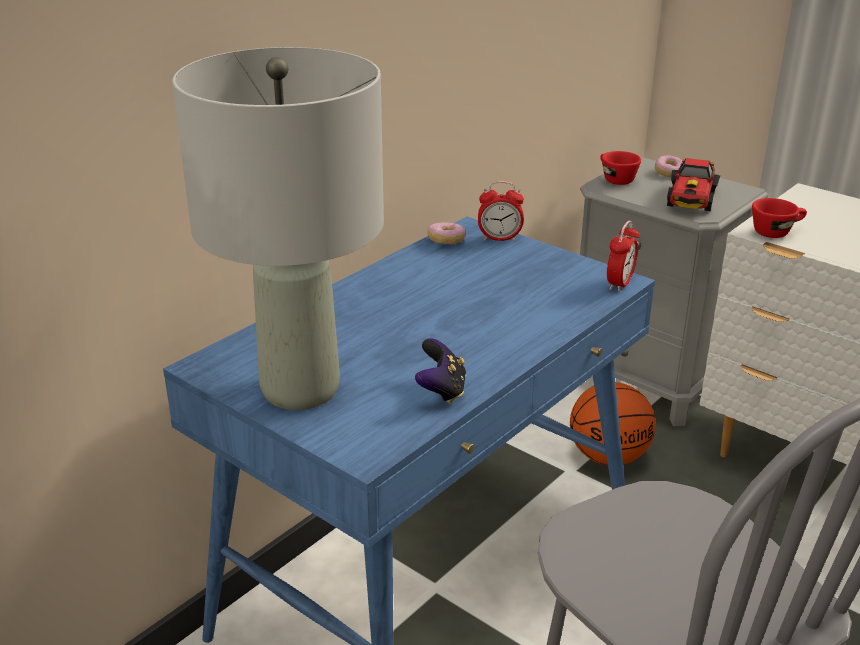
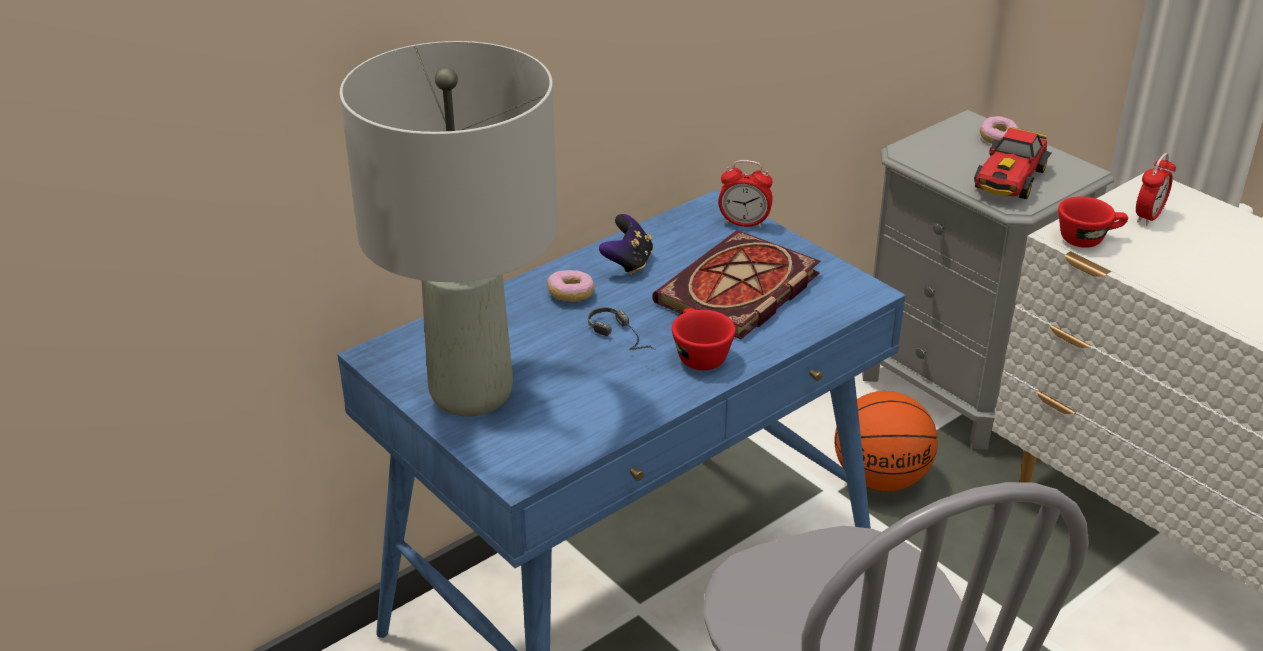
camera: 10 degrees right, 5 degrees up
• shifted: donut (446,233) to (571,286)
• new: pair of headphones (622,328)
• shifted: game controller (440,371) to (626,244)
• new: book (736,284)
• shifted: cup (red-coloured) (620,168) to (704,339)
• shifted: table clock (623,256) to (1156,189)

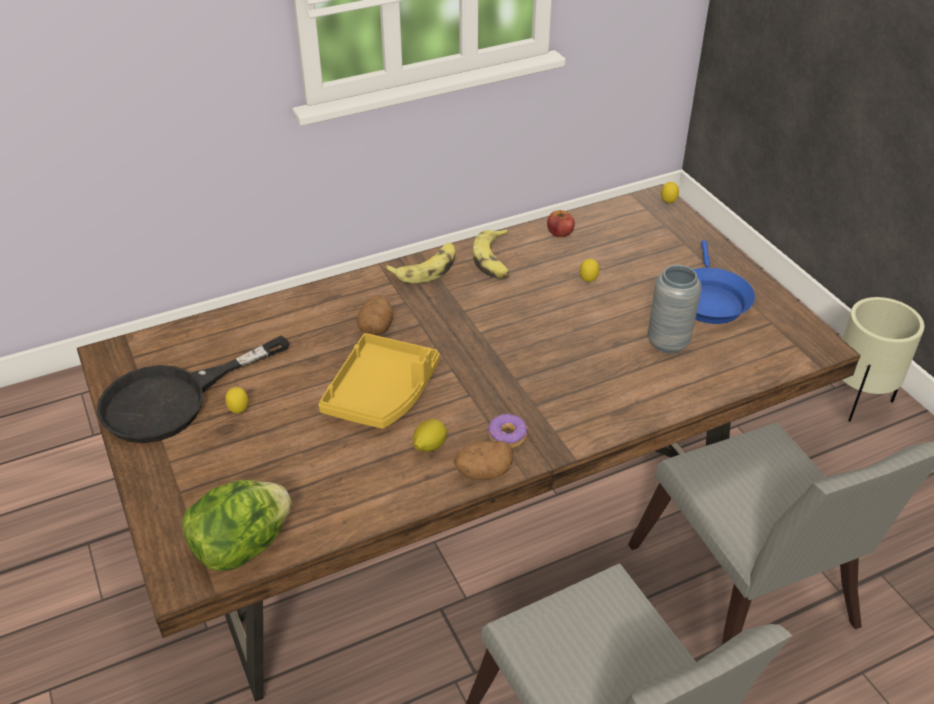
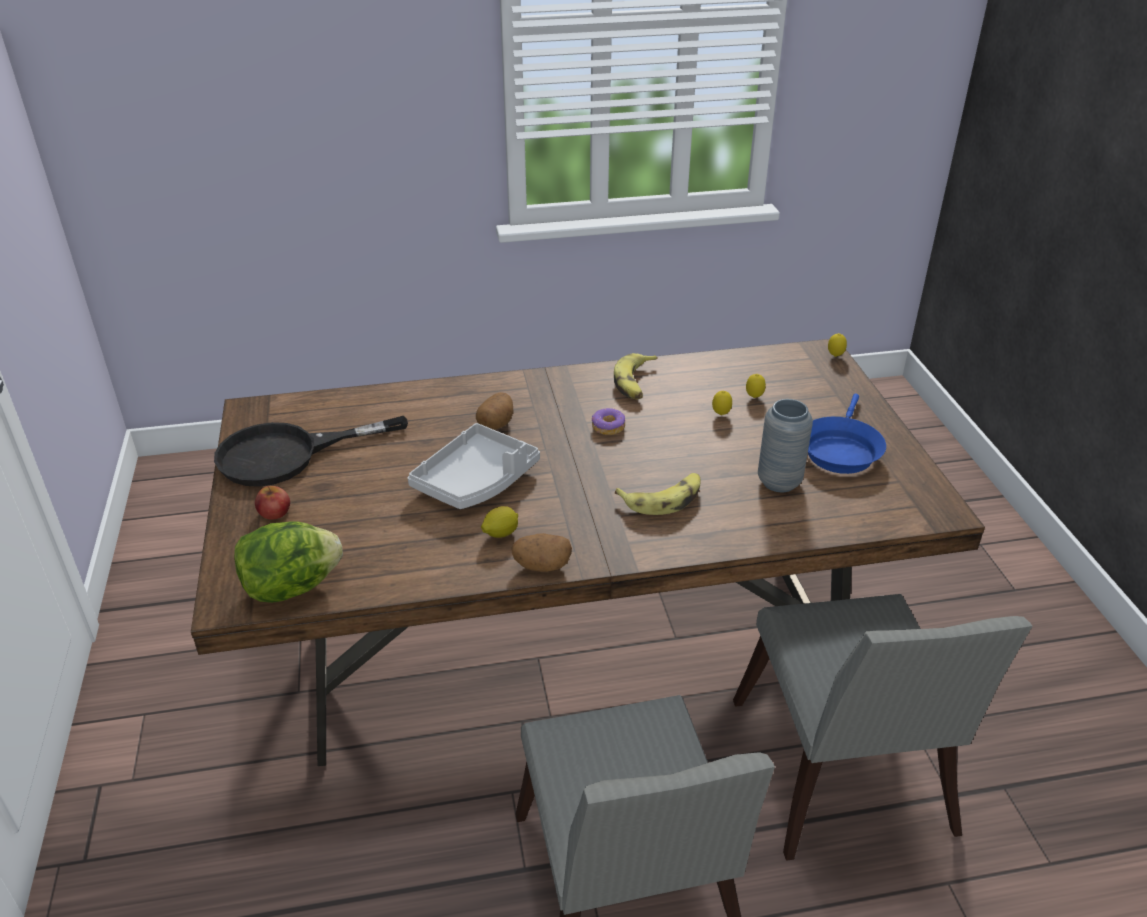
camera: 15 degrees right, 5 degrees down
• shifted: apple (561,223) to (272,502)
• repainted: tray (yellowish) (379,381) to tray (grey) (473,466)
• shifted: donut (507,431) to (609,421)
• shifted: banana fruit (420,263) to (657,494)
• shifted: citrus fruit (237,400) to (756,386)
• gone: flower pot (beige) (883,359)

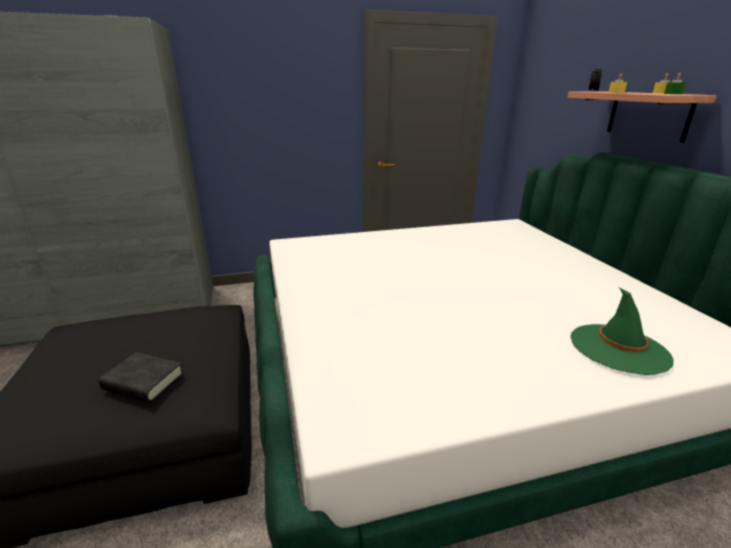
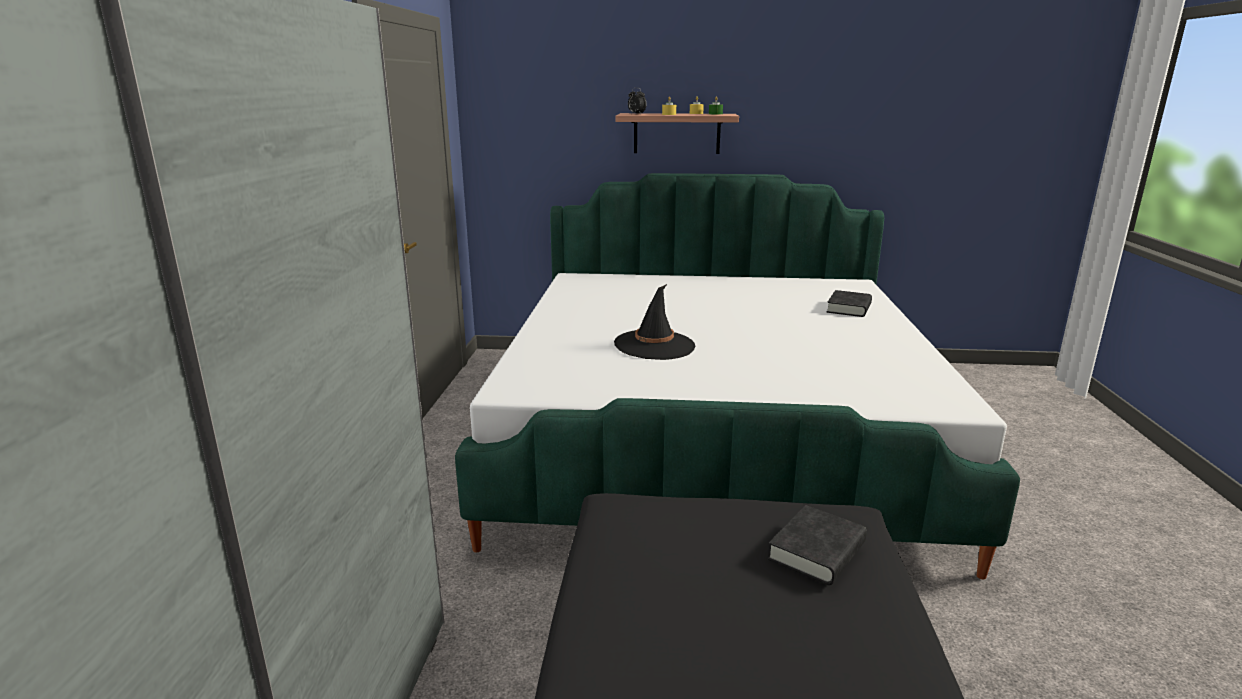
camera: 70 degrees left, 5 degrees down
• new: clothing hat (black) (654,322)
• swapped: clothing hat (green) (622,331) to book (black) (849,303)

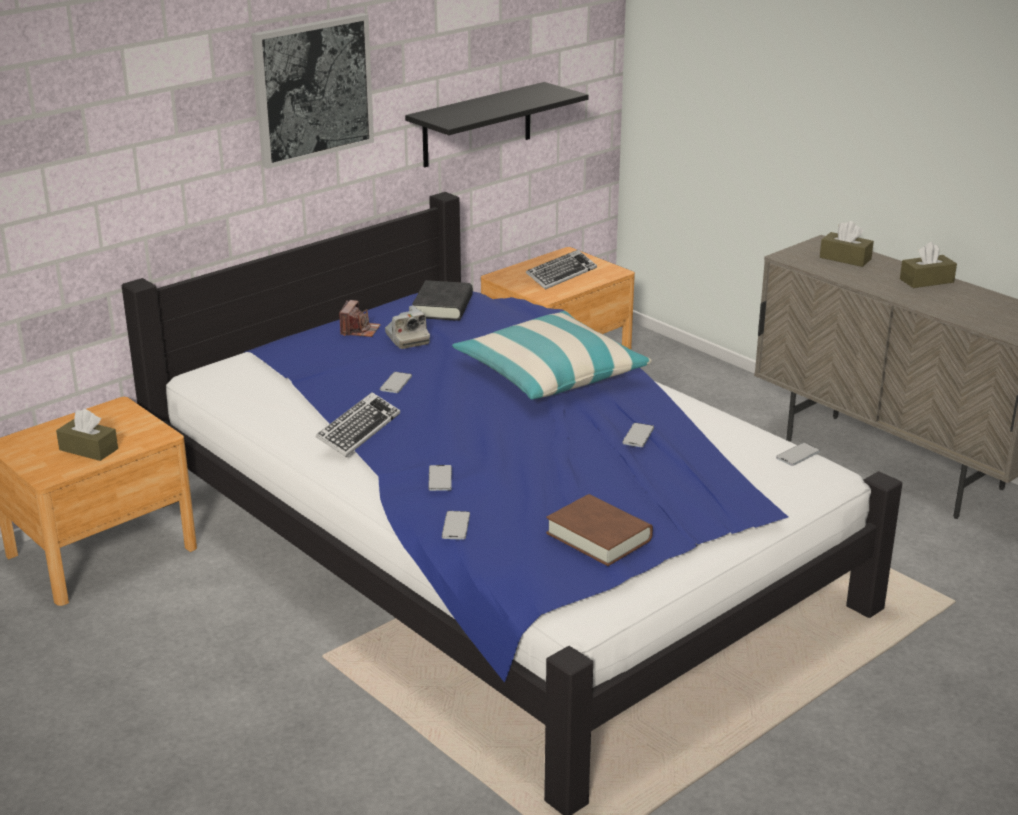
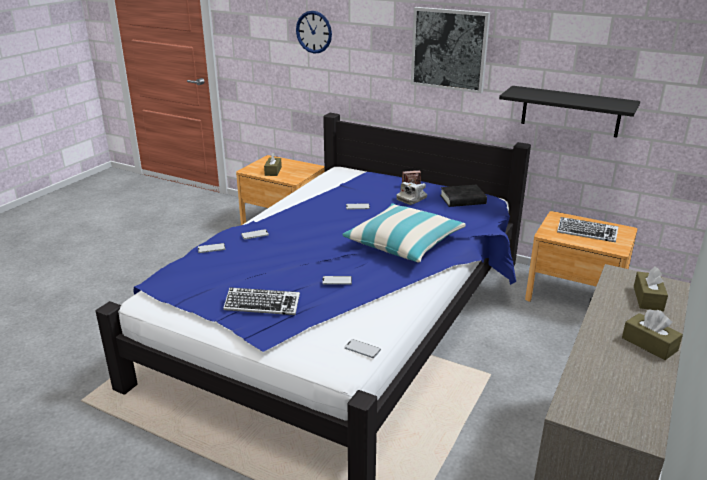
camera: 70 degrees right, 0 degrees up
• shifted: computer keyboard (358,424) to (261,301)
• new: clock on the wall (314,32)
• gone: book (brown-coloured) (599,530)

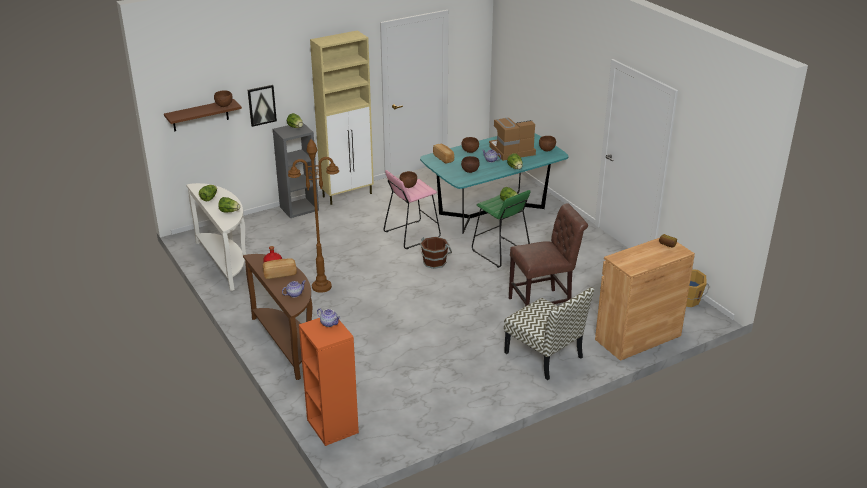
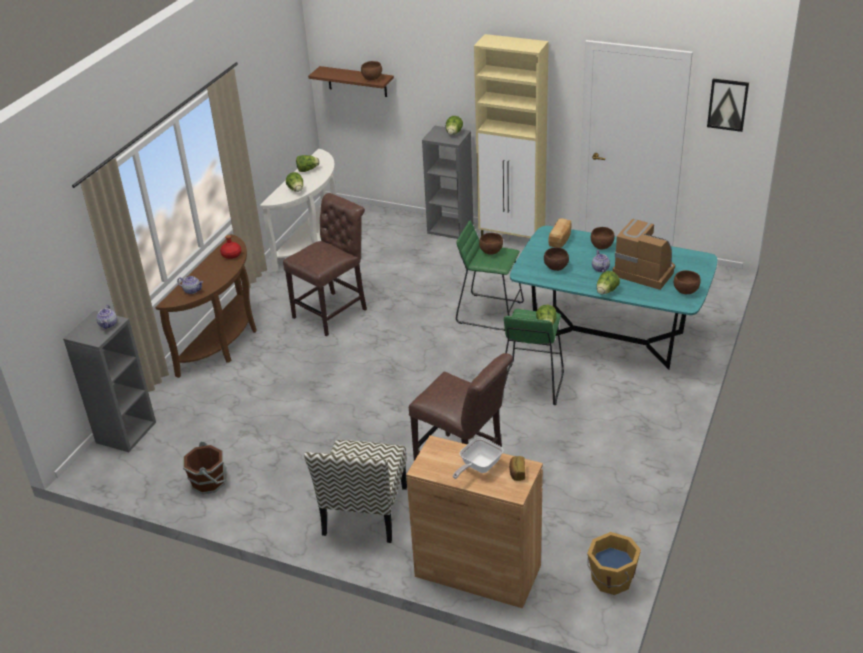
camera: 55 degrees right, 5 degrees up
• repainted: bookshelf (orangey) (329,382) to bookshelf (grey) (109,381)
• shifted: bucket (brown-coloured) (436,252) to (205,467)
• swapped: floor lamp (brown-coloured) (313,216) to chair (brown-coloured) (325,264)
• new: skillet (478,458)
• repainted: stool seat (pink-coloured) (412,209) to stool seat (green) (490,275)
• shifted: wall art (262,106) to (728,105)
• gone: bread (280,268)

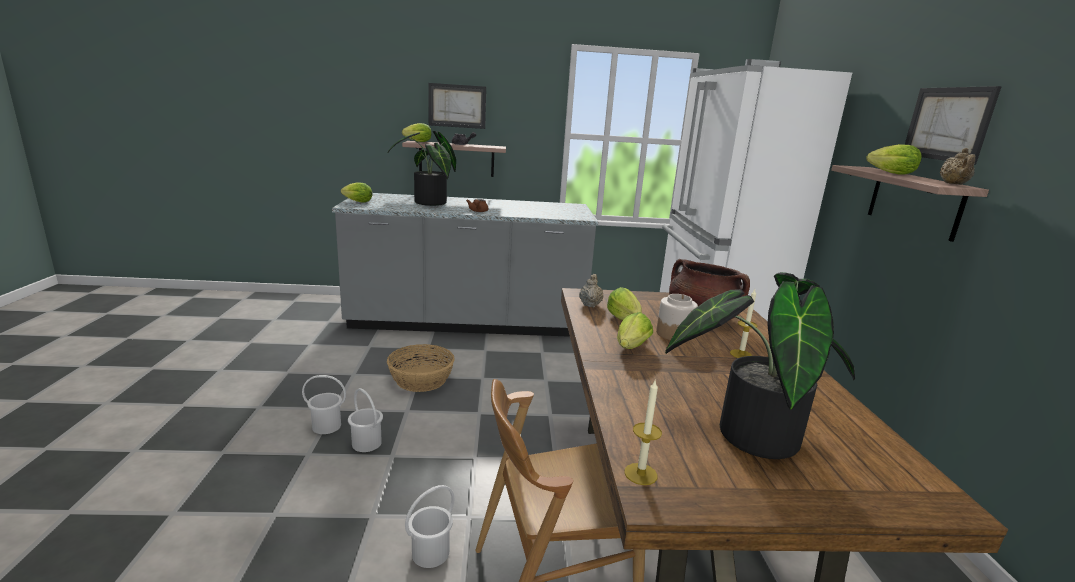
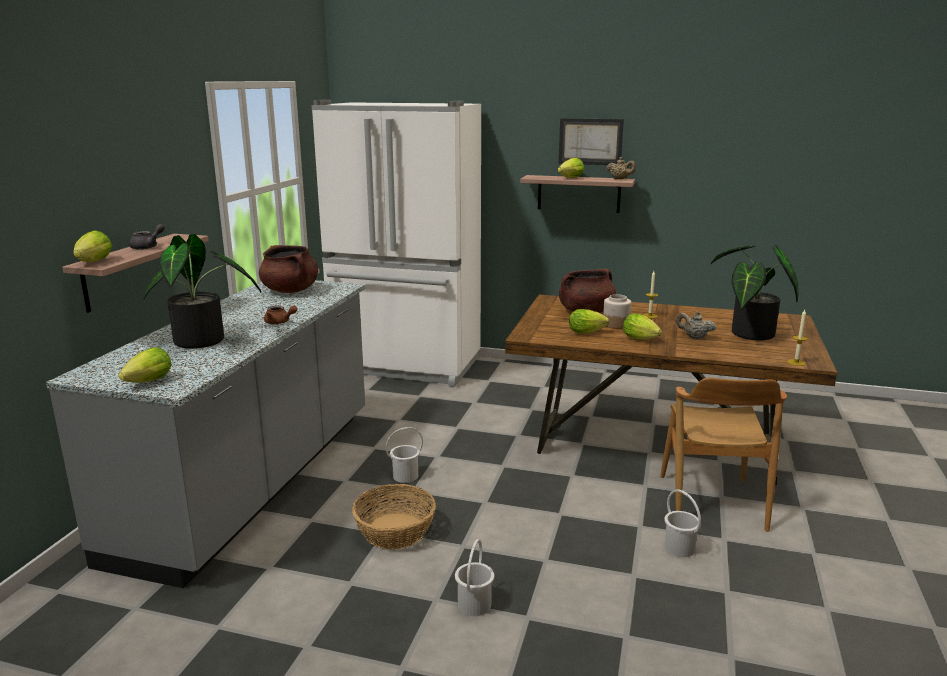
camera: 70 degrees left, 0 degrees up
• new: cooking pot (brown-coloured) (288,269)
• shifted: bucket (white) (365,420) to (404,455)
• shifted: pot for tea (beige) (591,291) to (696,325)
• gone: wall art (457,106)

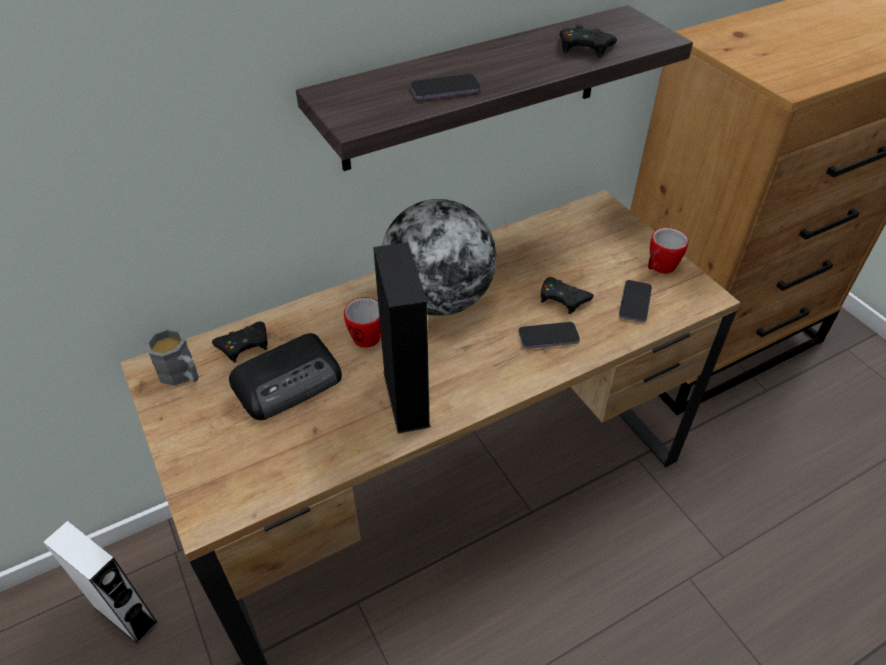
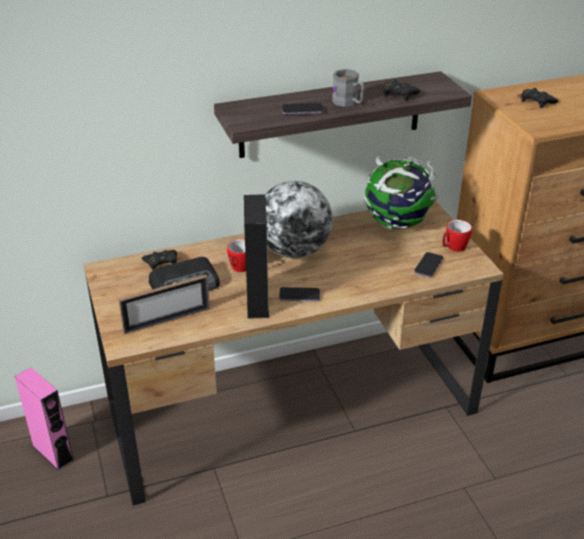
camera: 10 degrees right, 10 degrees down
• repainted: loudspeaker (white) (101,583) to loudspeaker (pink-coloured) (44,419)
• new: picture frame (164,305)
• shifted: handset (549,335) to (299,294)
• shifted: coffee mug (grey) (171,356) to (348,88)
• new: globe (401,192)
• shifted: game controller (black) (567,295) to (539,98)

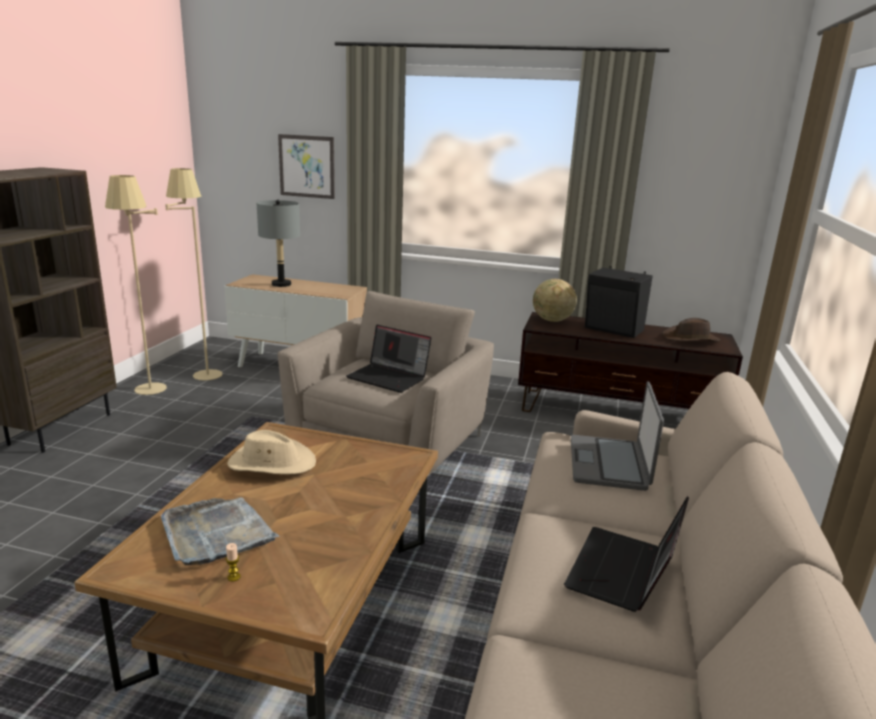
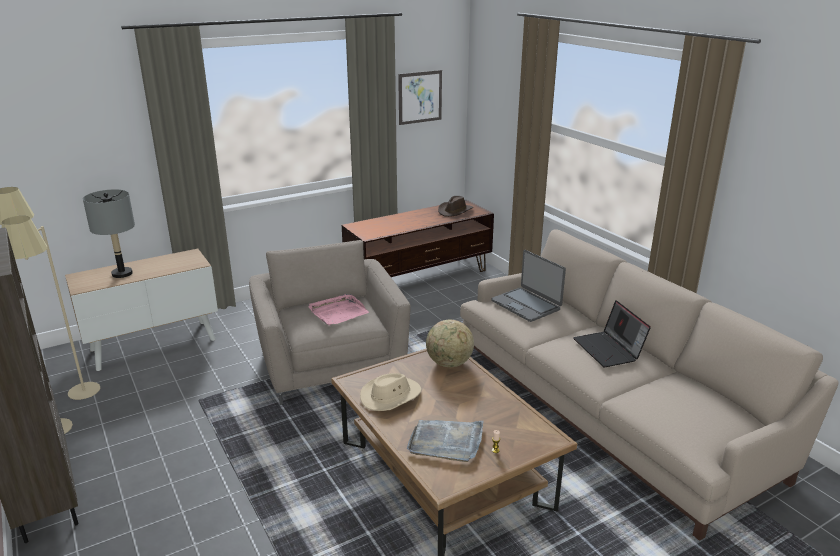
camera: 45 degrees left, 5 degrees up
• swapped: laptop (388,359) to tray (pink-coloured) (338,309)
• shifted: wall art (306,166) to (420,97)
• shifted: globe (555,300) to (450,343)
• gone: loudspeaker (black) (619,302)

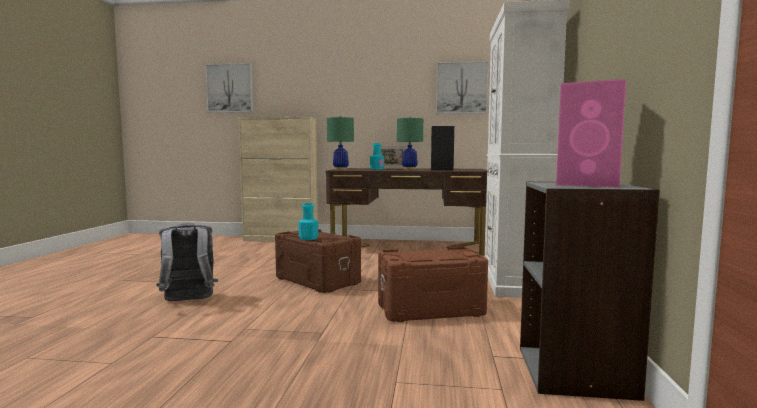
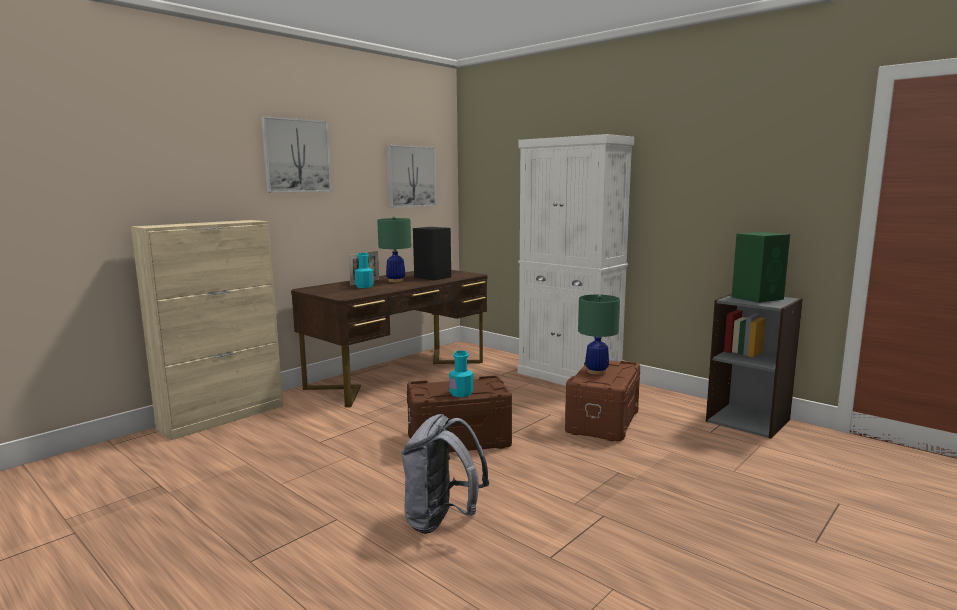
camera: 55 degrees left, 5 degrees up
• shifted: wall art (229,88) to (296,154)
• shifted: lamp for a table (green) (340,143) to (599,335)
• repainted: loudspeaker (pink-coloured) (591,133) to loudspeaker (green) (760,267)

